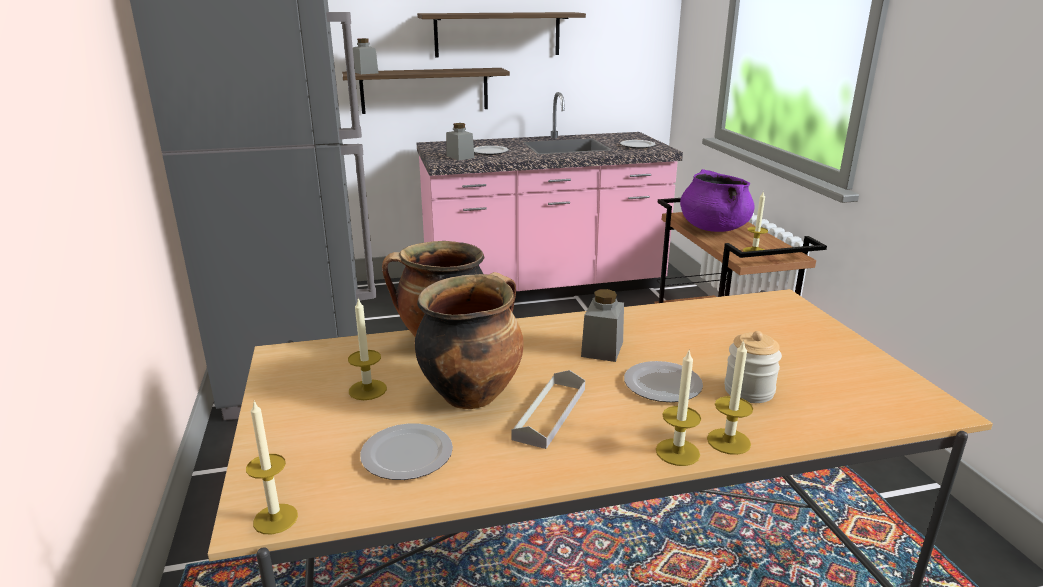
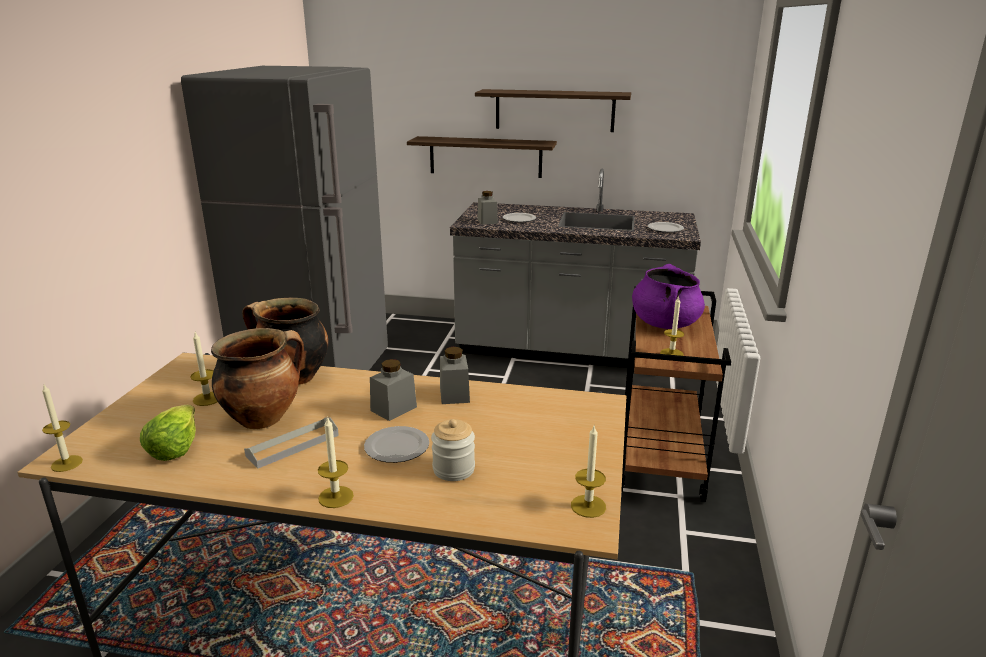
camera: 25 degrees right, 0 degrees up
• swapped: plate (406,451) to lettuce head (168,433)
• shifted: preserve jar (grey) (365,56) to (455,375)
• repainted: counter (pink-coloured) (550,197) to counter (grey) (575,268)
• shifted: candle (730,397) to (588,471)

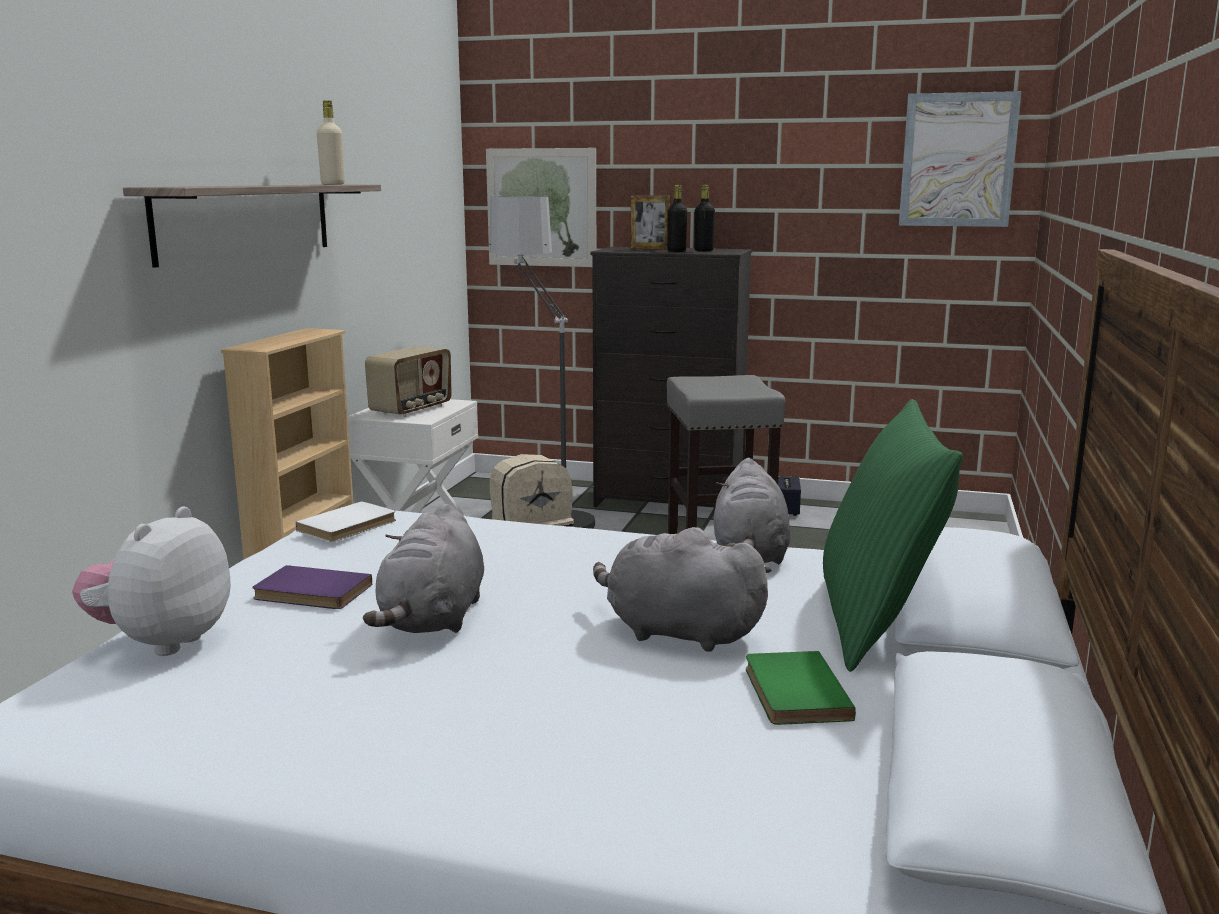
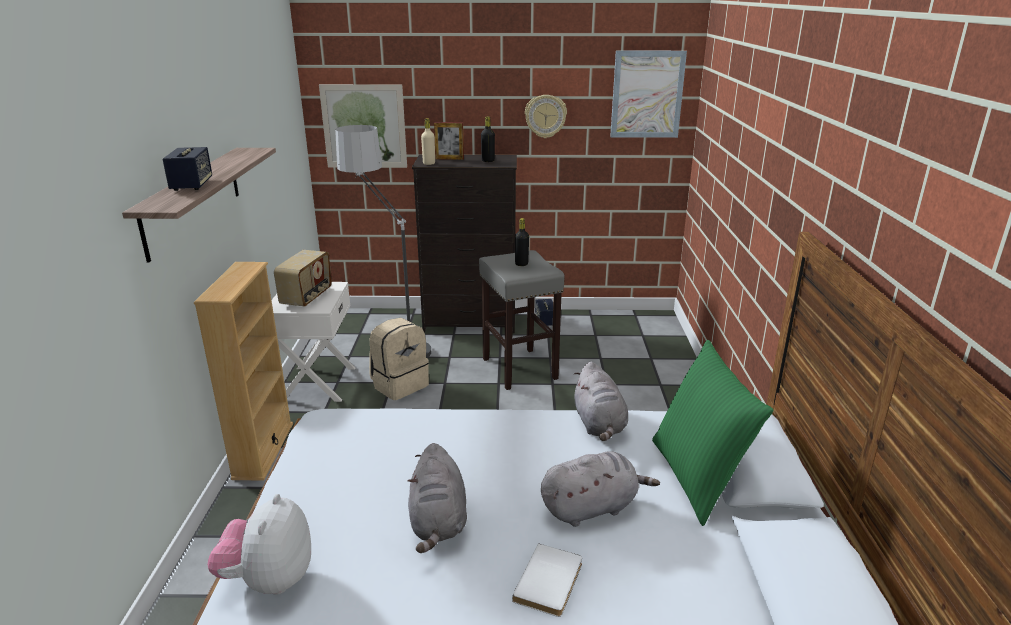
camera: 15 degrees left, 10 degrees up
• new: loudspeaker (187,169)
• shifted: bottle (beige) (331,142) to (428,141)
• shifted: book (white) (345,521) to (547,580)
• shifted: bottle (black) (677,218) to (522,242)
• new: clock on the wall (546,116)
• rotated: plush toy (grey) (682,589) = (600,489) 150 degrees clockwise
• gone: book (purple) (312,587)
• gone: book (green) (801,688)

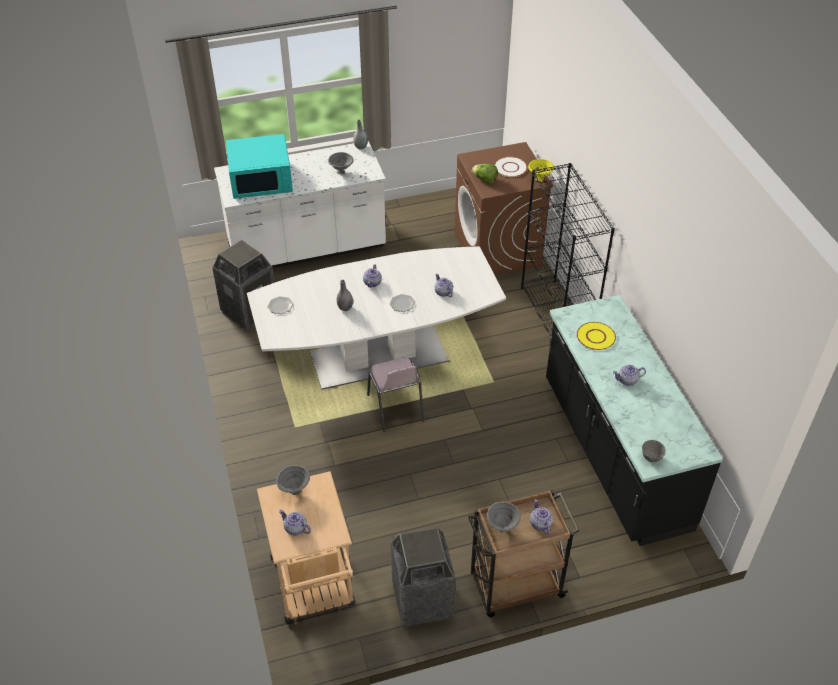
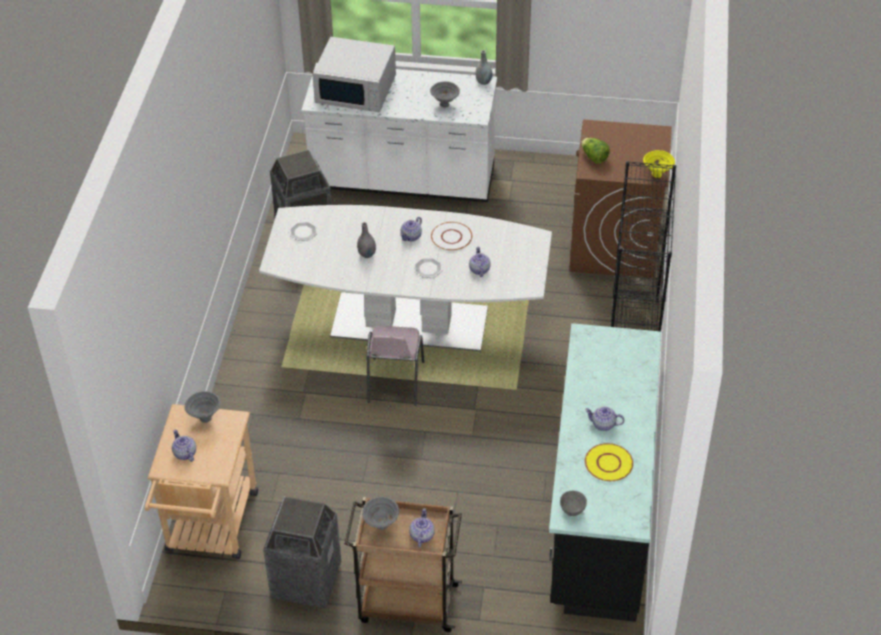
camera: 25 degrees right, 0 degrees up
• repainted: microwave (turquoise) (259,166) to microwave (white) (354,74)
• shifted: plate (white) (510,167) to (451,236)
• shifted: plate (yellowish) (596,336) to (609,462)

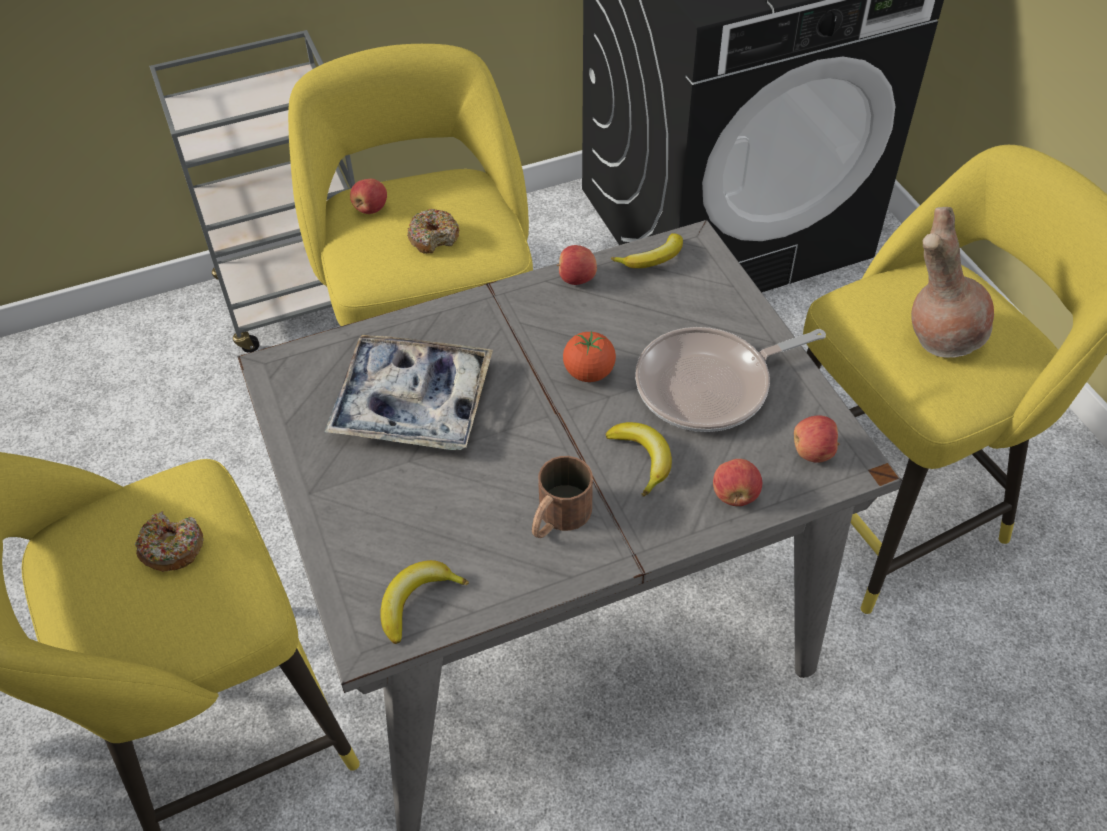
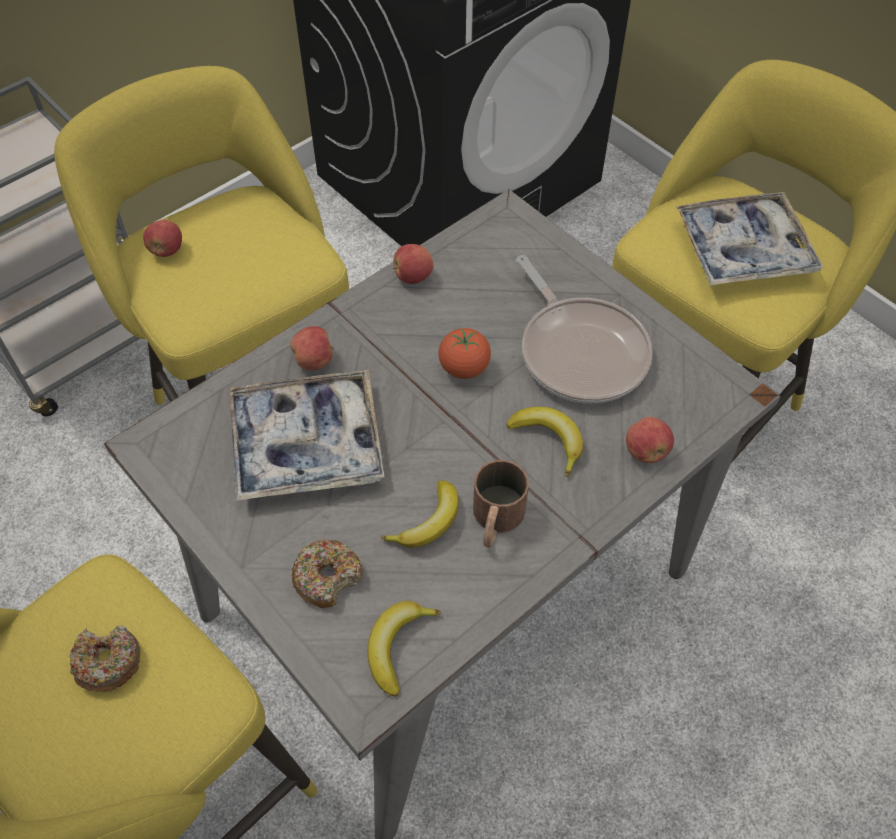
camera: 20 degrees left, 5 degrees up
• shifted: apple (817,439) to (312,348)
• shifted: donut (433,231) to (327,574)
• shifted: banana fruit (647,250) to (420,514)
• rotated: skillet (730,379) = (584,329) 75 degrees counterclockwise
• swapped: flower vase (brown-coloured) (952,282) to tray (749,239)

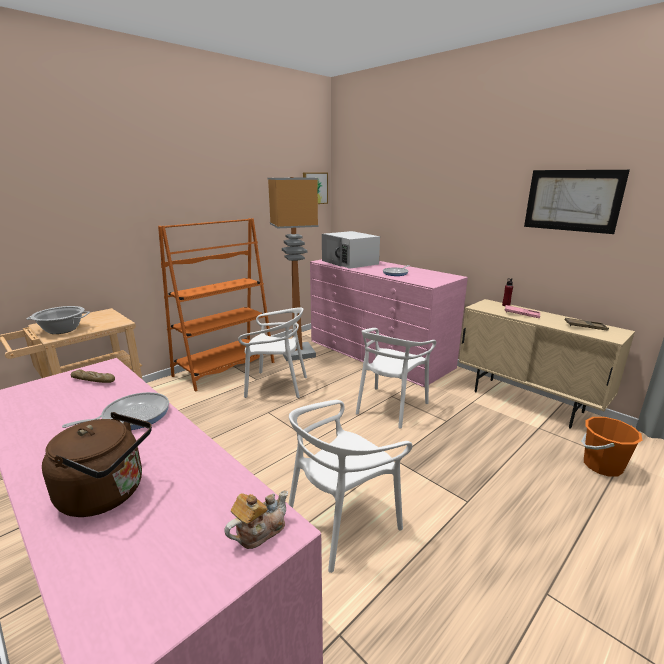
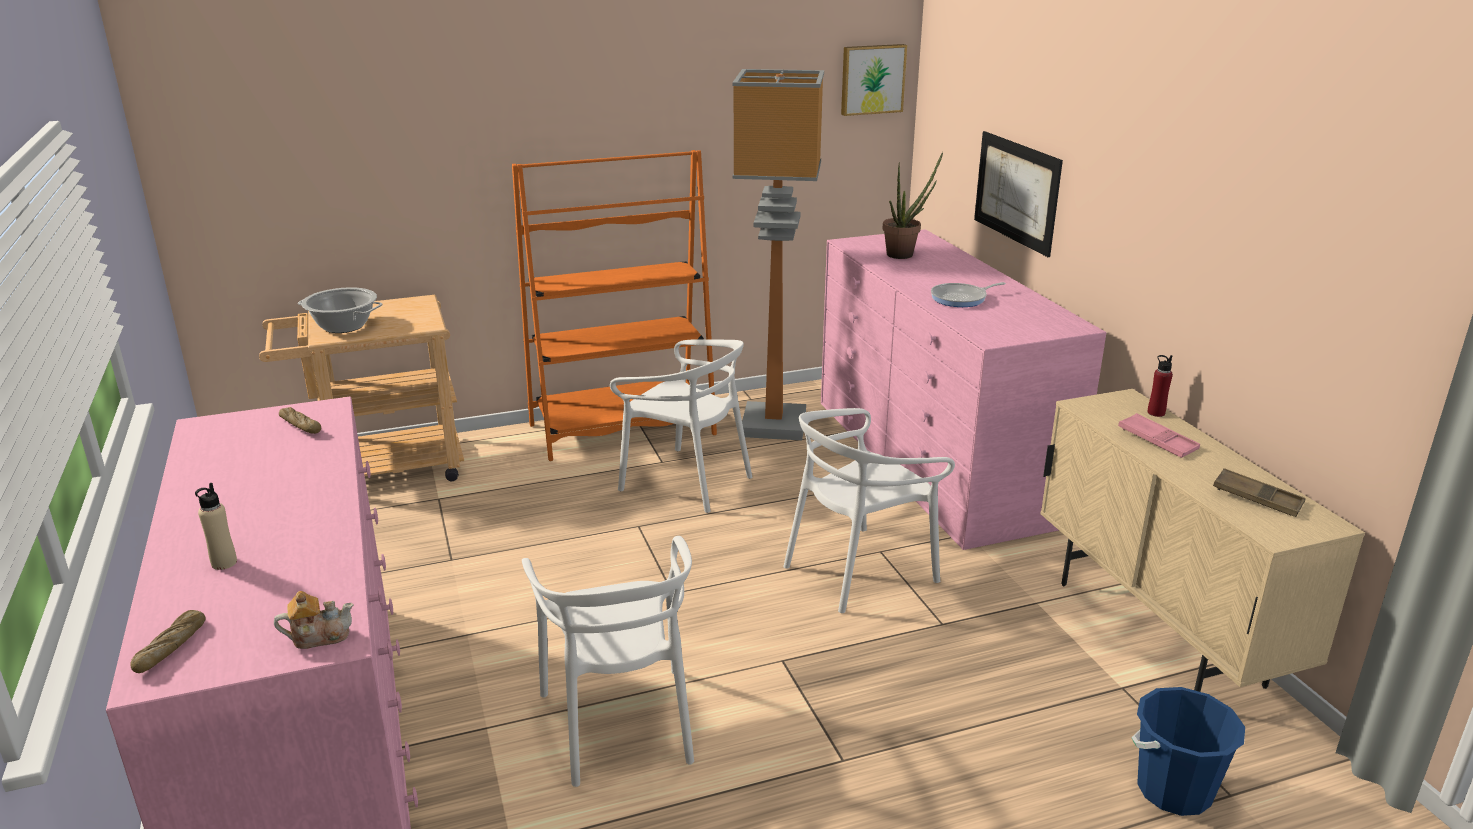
camera: 25 degrees right, 5 degrees up
• new: bread (168,641)
• swapped: water kettle (brown-coloured) (97,464) to bottle (beige) (216,526)
• rotated: chair (white) (351,486) = (608,661) 90 degrees counterclockwise
• swapped: microwave (white) (351,250) to potted plant (912,205)
• shifted: wall art (577,202) to (1018,194)
• repainted: bucket (orangey) (611,447) to bucket (blue) (1188,751)
• gone: skillet (115,411)

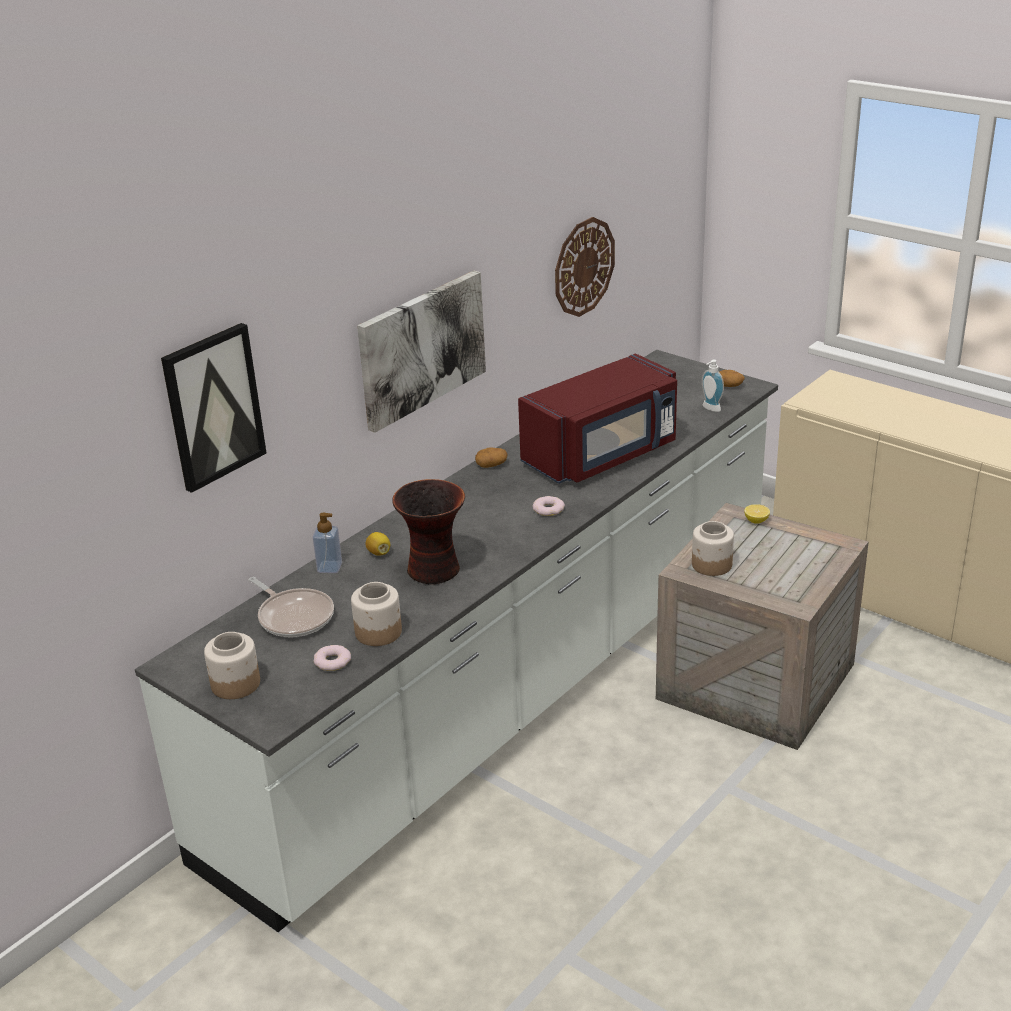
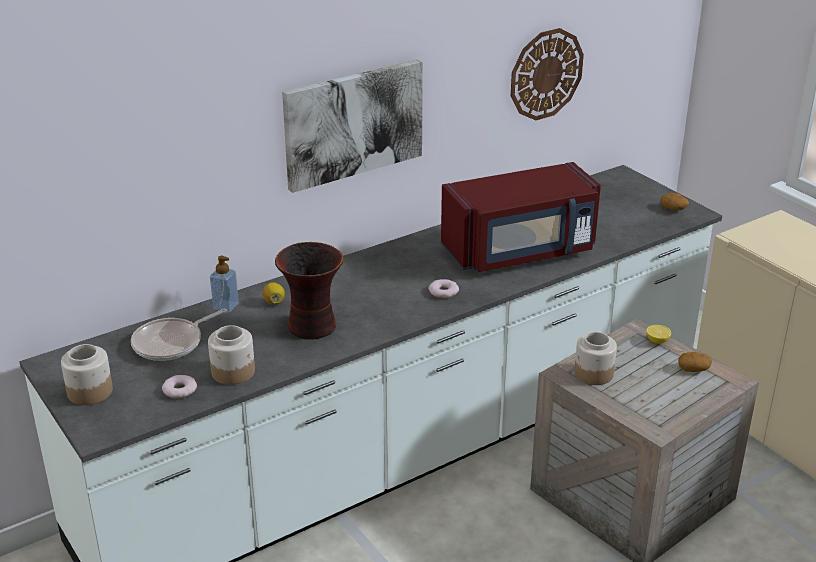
camera: 15 degrees right, 0 degrees up
• rotated: skillet (291,607) = (179,335) 75 degrees clockwise
• shifted: spud (491,457) to (695,362)
• gone: wall art (213,408)
• gone: soap dispenser (713,385)

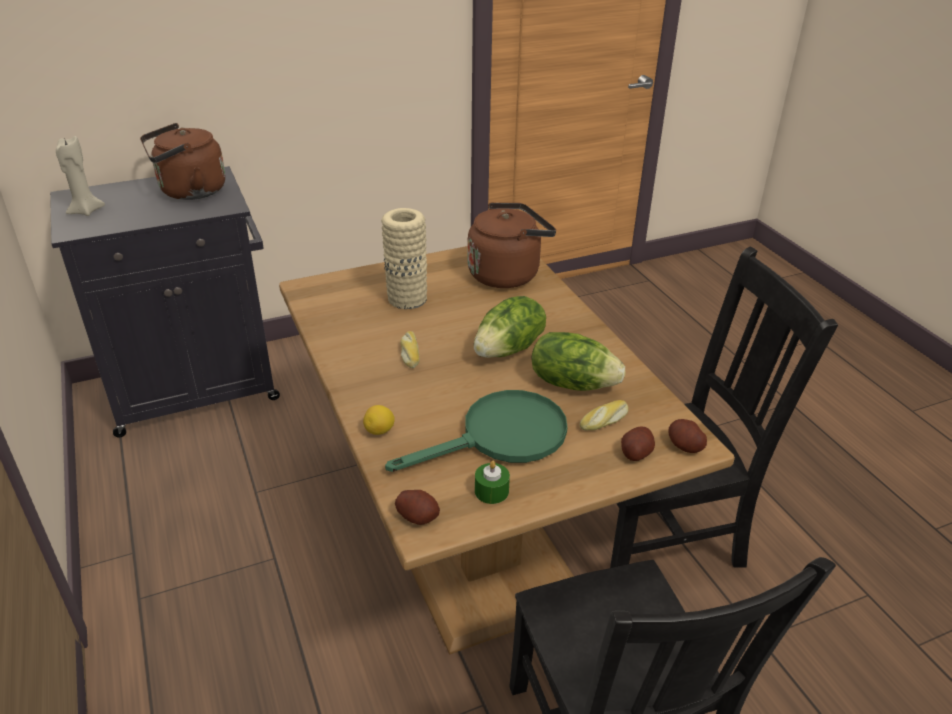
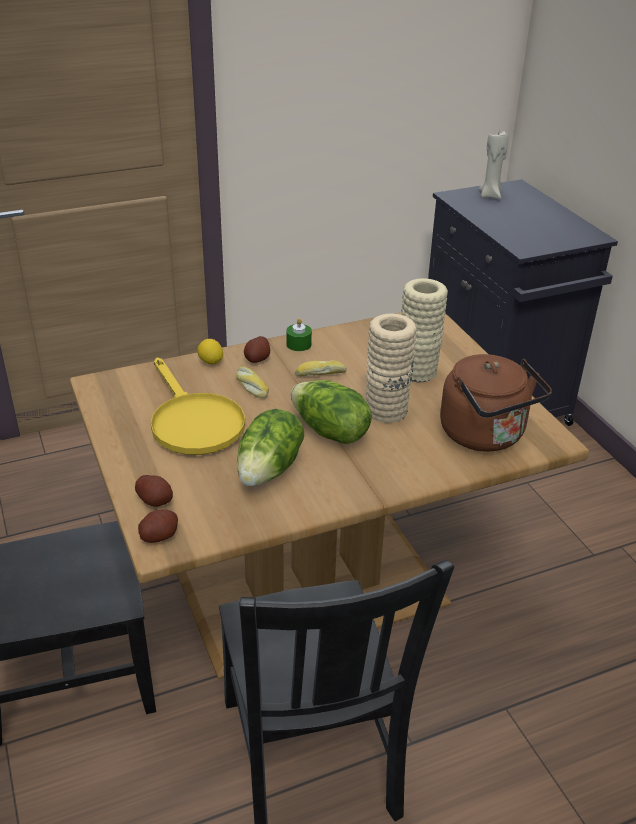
camera: 90 degrees right, 0 degrees up
• repainted: skillet (green) (476,431) to skillet (yellowish) (198,406)
• shifted: bread (604,415) to (252,382)
• shifted: spud (417,507) to (257,349)
• shifted: candle (green) (492,482) to (299,334)
• new: flower vase (beige) (391,368)
• gone: water kettle (brown-coloured) (182,161)

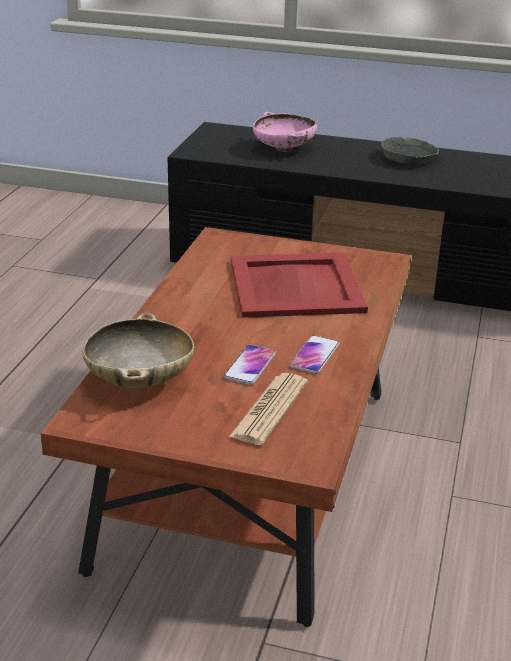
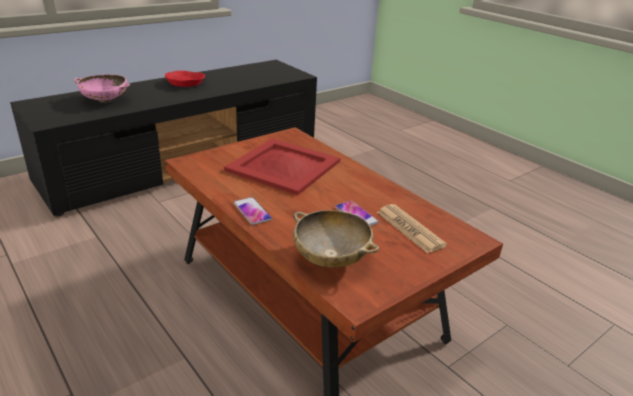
camera: 55 degrees left, 0 degrees up
• repainted: deep dish (grey) (410,151) to deep dish (red-coloured) (185,79)
• shifted: handset (314,354) to (253,211)

